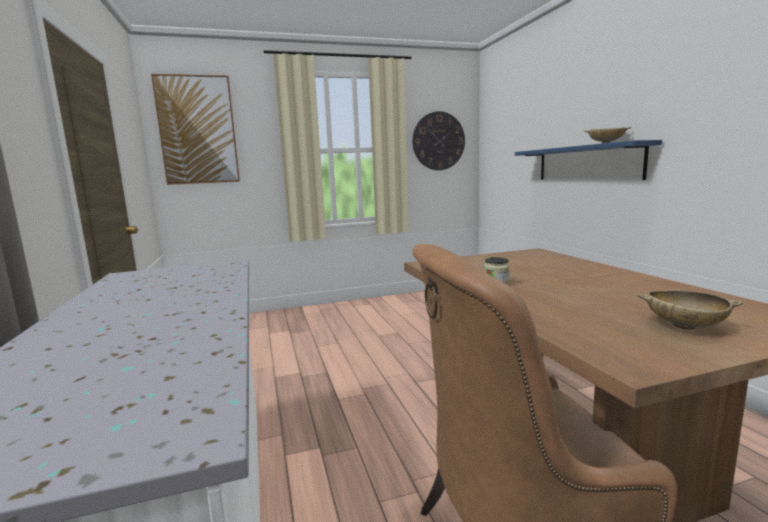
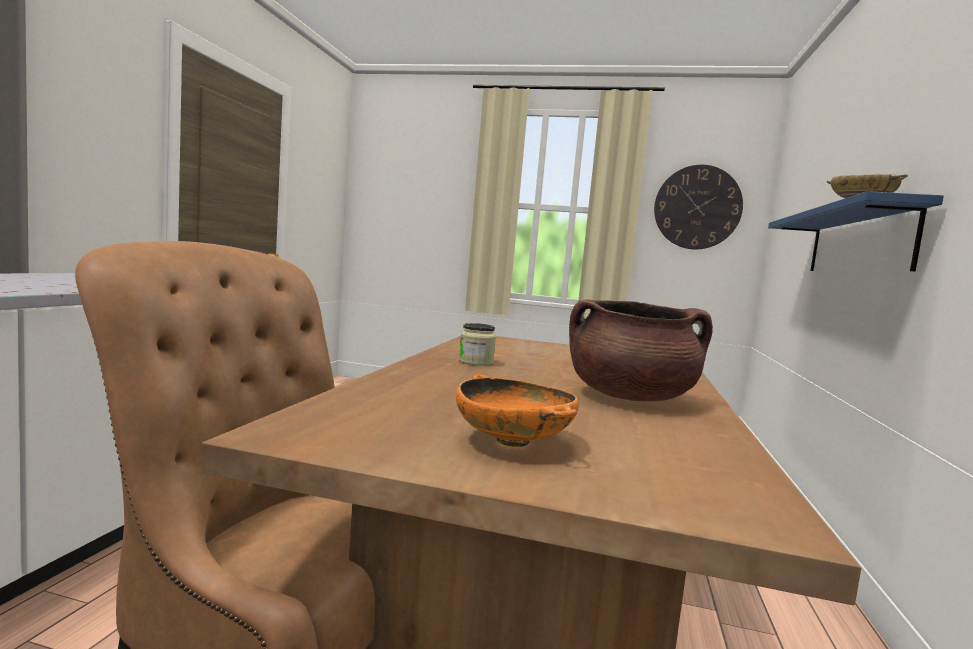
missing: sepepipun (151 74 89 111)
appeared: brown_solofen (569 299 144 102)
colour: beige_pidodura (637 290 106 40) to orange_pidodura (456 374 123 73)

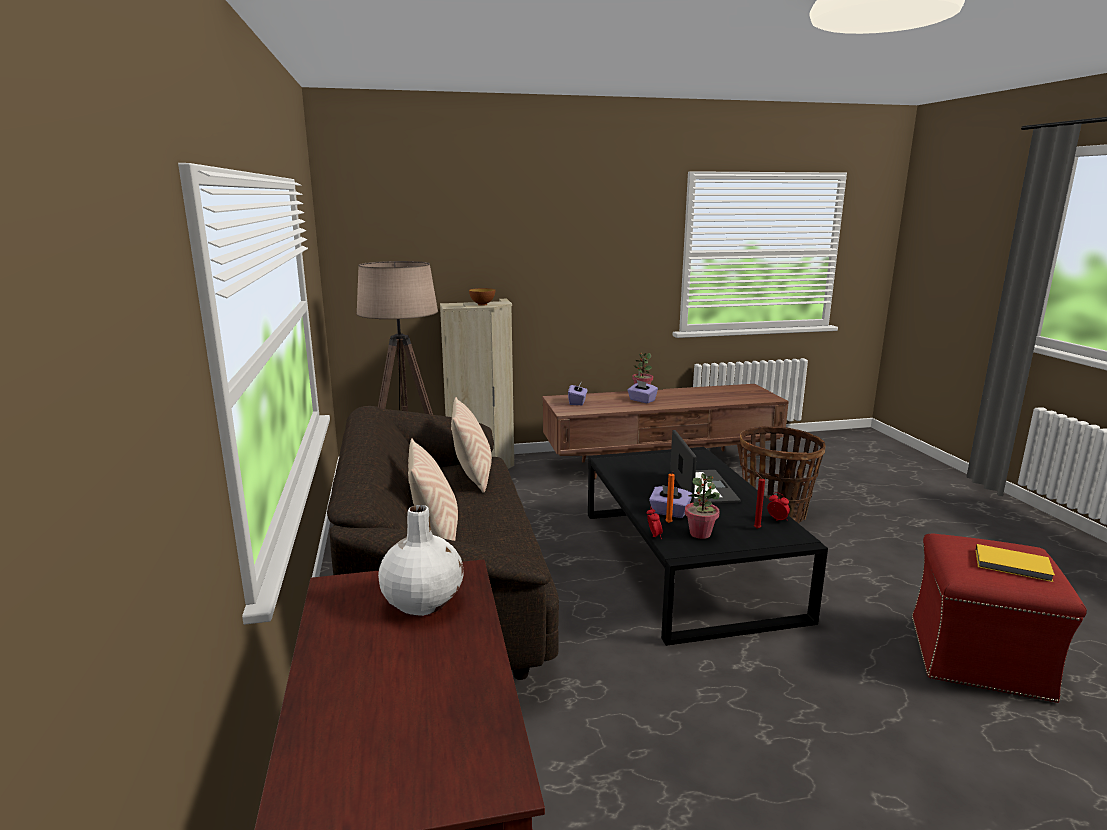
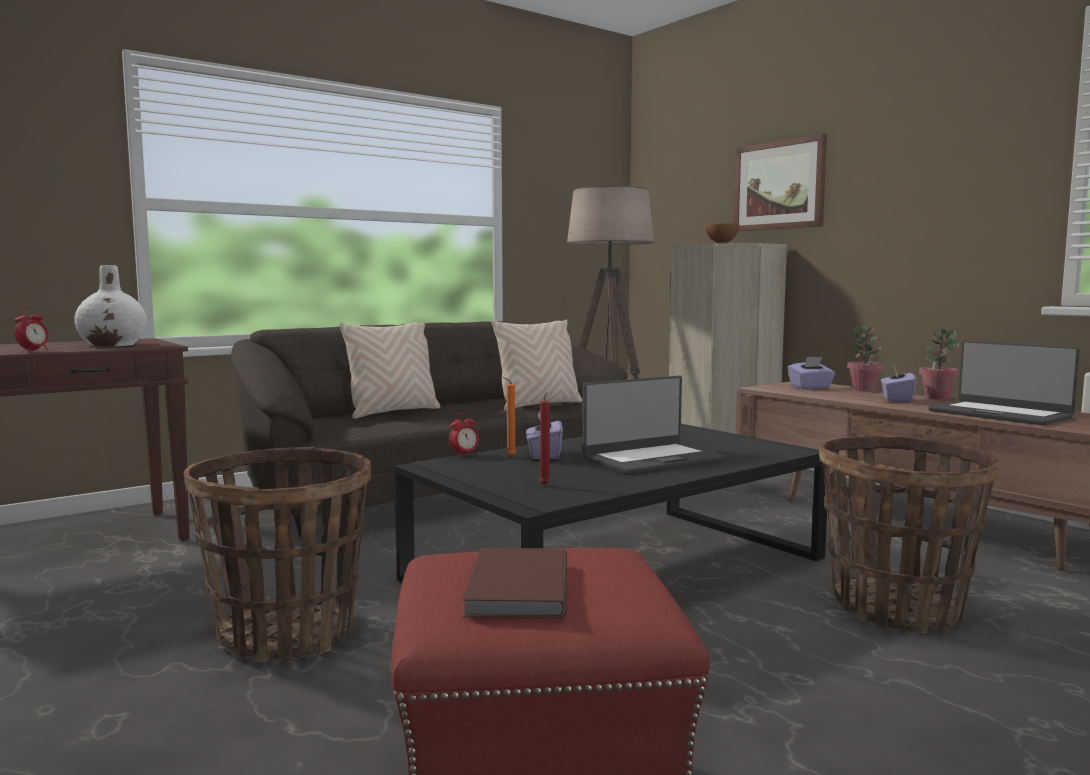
appeared: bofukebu (184 447 187 215); sepepipun (734 134 93 97); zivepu (929 340 151 86)
relocated: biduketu (685 473 35 66) to (847 325 37 67); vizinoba (767 492 23 29) to (14 308 35 44)
colour: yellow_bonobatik (975 544 80 38) to brown_bonobatik (463 548 104 71)

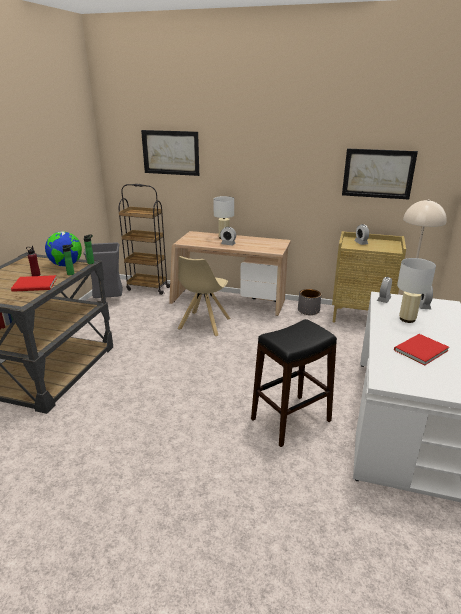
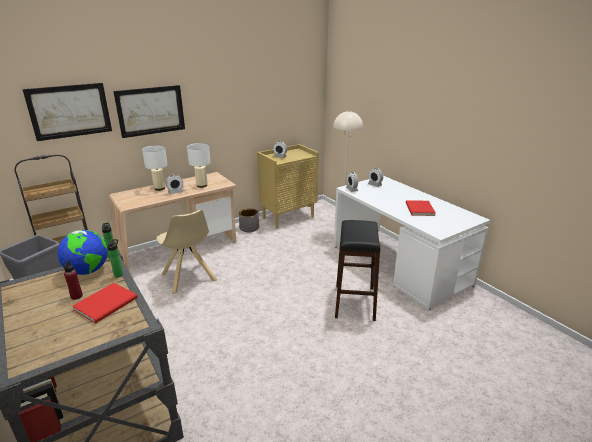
relocated: sepepipun (342 149 76 50) to (113 85 72 53); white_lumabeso (397 258 39 65) to (187 143 23 45)

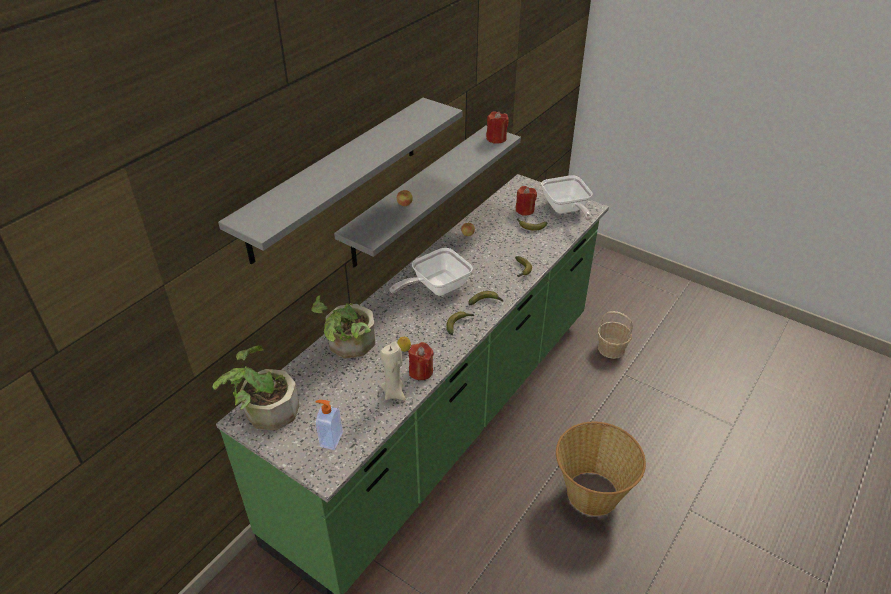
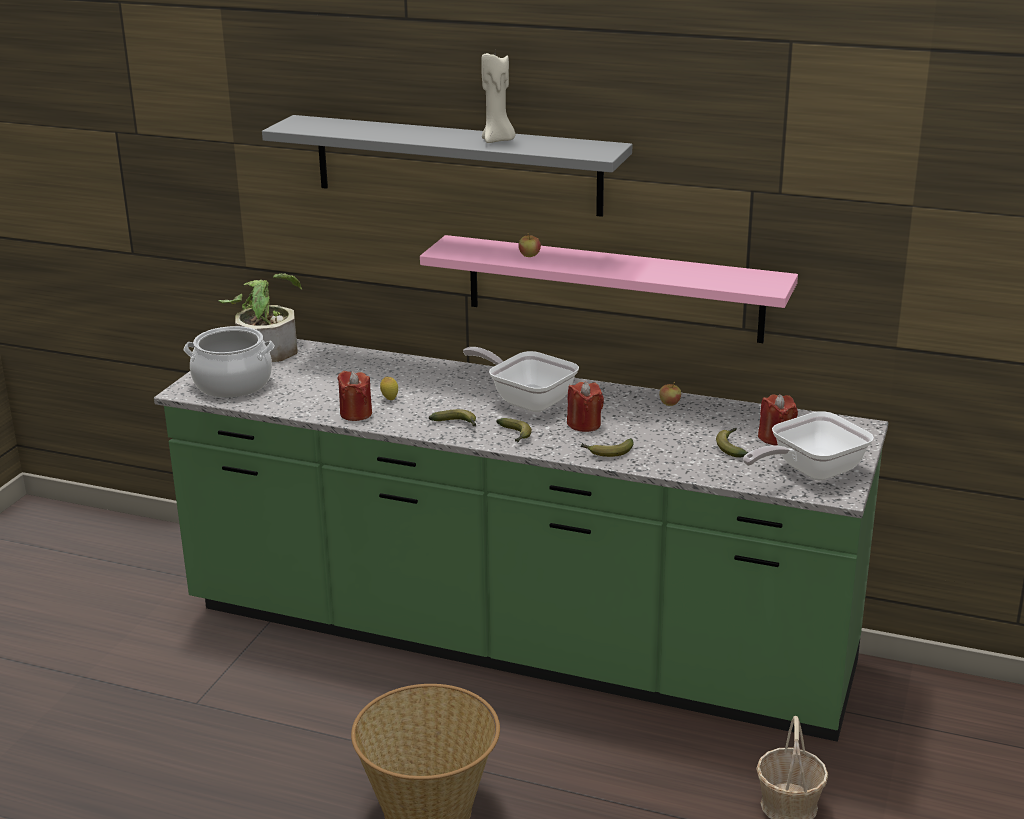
missing: biduketu (311 295 64 63)
relocated: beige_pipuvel (380 341 26 59) to (481 53 34 90); red_pipuvel (486 111 23 33) to (567 382 37 50)
exchanged: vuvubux (316 400 27 50) to solofen (183 326 92 72)
colour: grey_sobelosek (334 125 187 142) to pink_sobelosek (420 235 378 108)

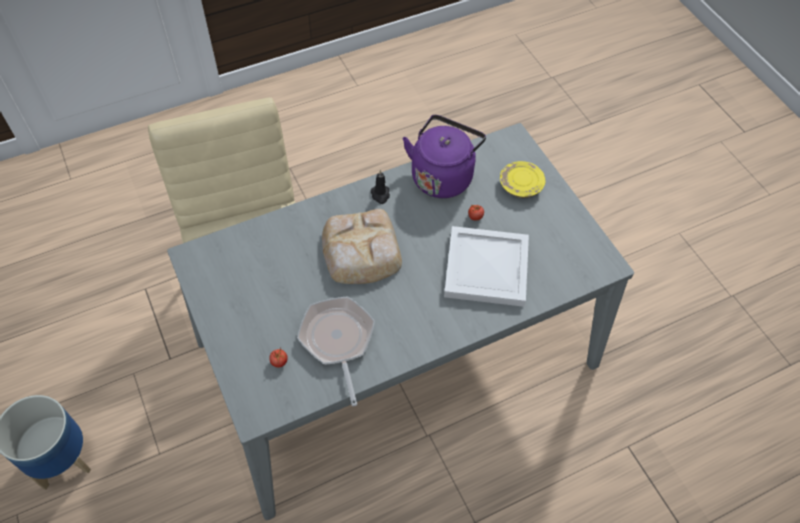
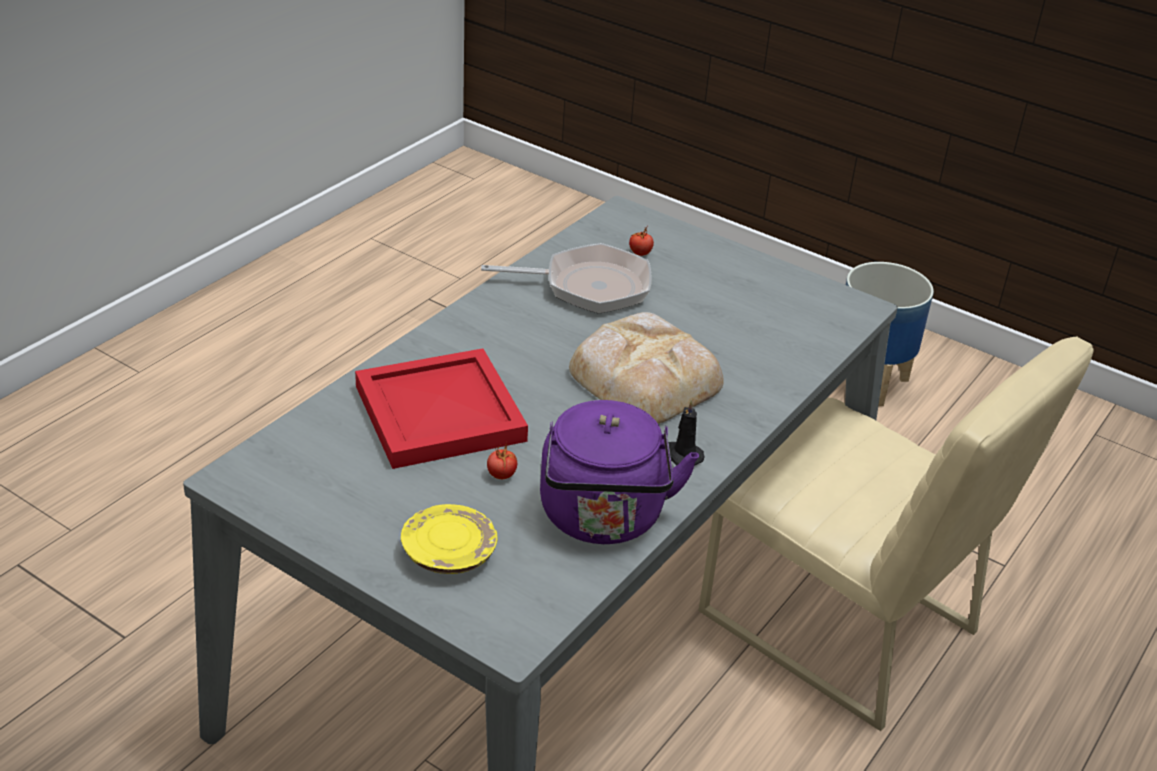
colour: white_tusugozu (444 226 85 81) to red_tusugozu (355 348 173 121)
spun: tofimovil (297 296 78 110) = (481 243 170 71) 45 degrees counterclockwise

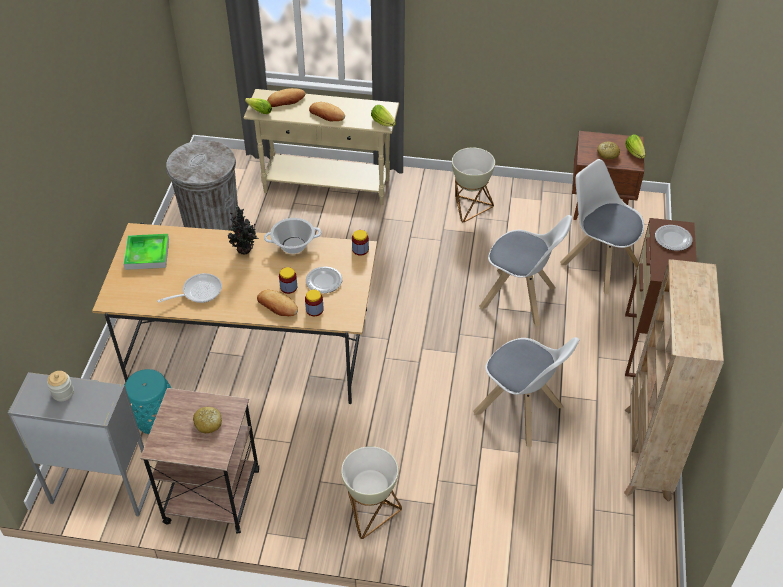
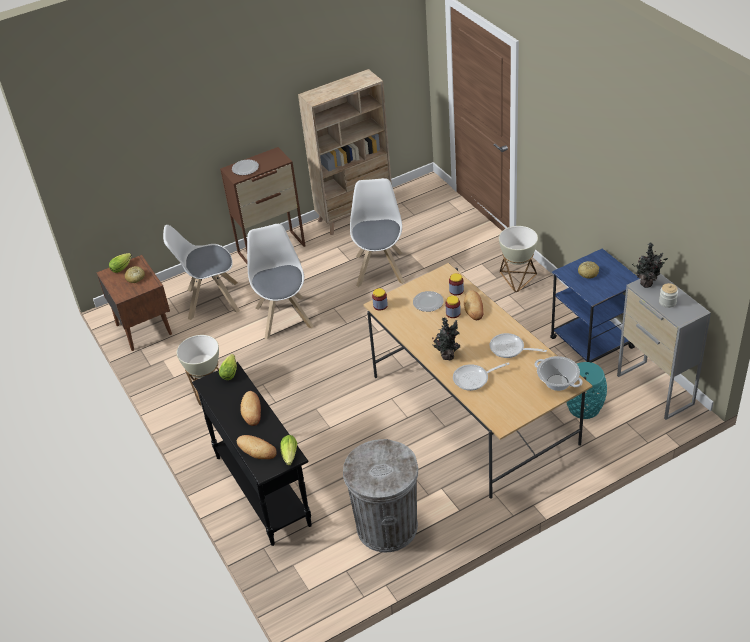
missing: tusugozu (123 234 46 36)
appeared: tofimovil (453 362 57 29); biduketu (632 242 36 46)
relocated: solofen (264 218 57 36) to (534 356 49 35)
colour: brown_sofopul (140 388 119 146) to blue_sofopul (550 248 90 115); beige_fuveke (243 89 156 117) to black_fuveke (192 362 120 184)
spun: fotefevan (560 159 84 135) = (163 225 77 95) 75 degrees clockwise

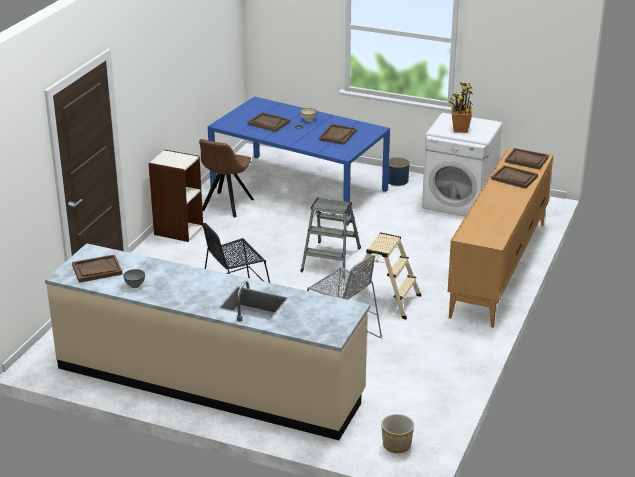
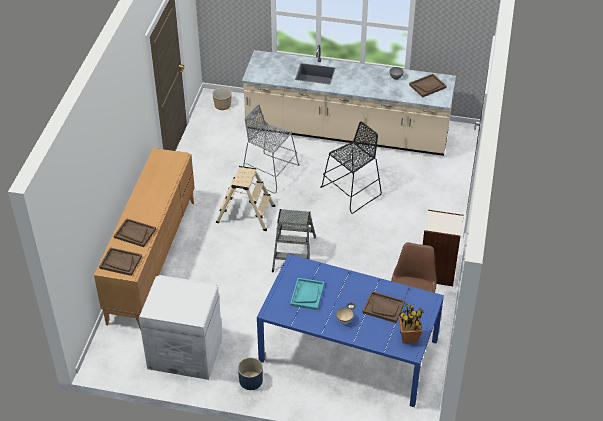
relocated: biduketu (449 83 23 50) to (399 304 25 39)
colour: brown_tusugozu (319 124 38 21) to turquoise_tusugozu (290 278 35 32)

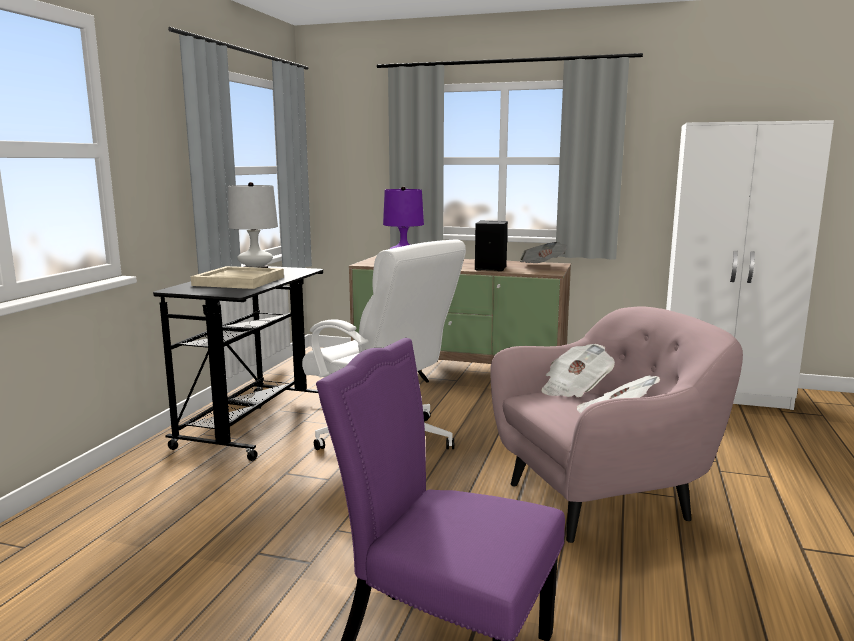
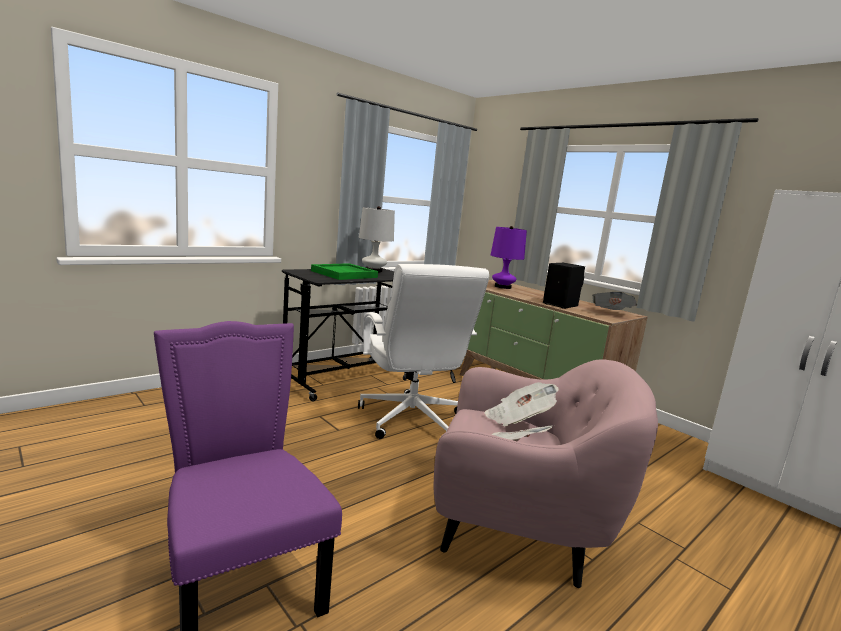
colour: beige_tusugozu (191 266 93 23) to green_tusugozu (311 263 67 17)

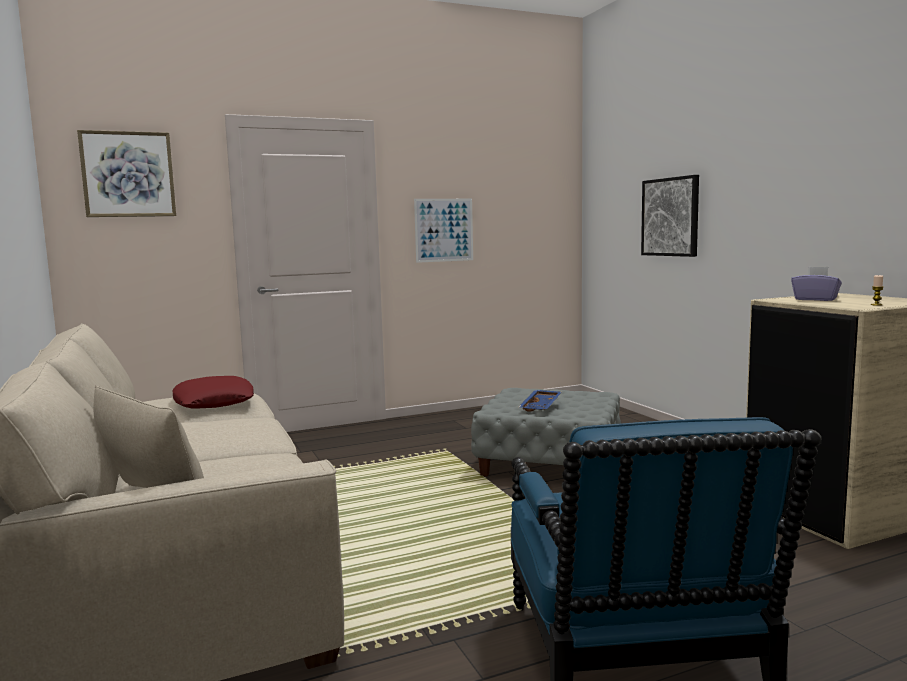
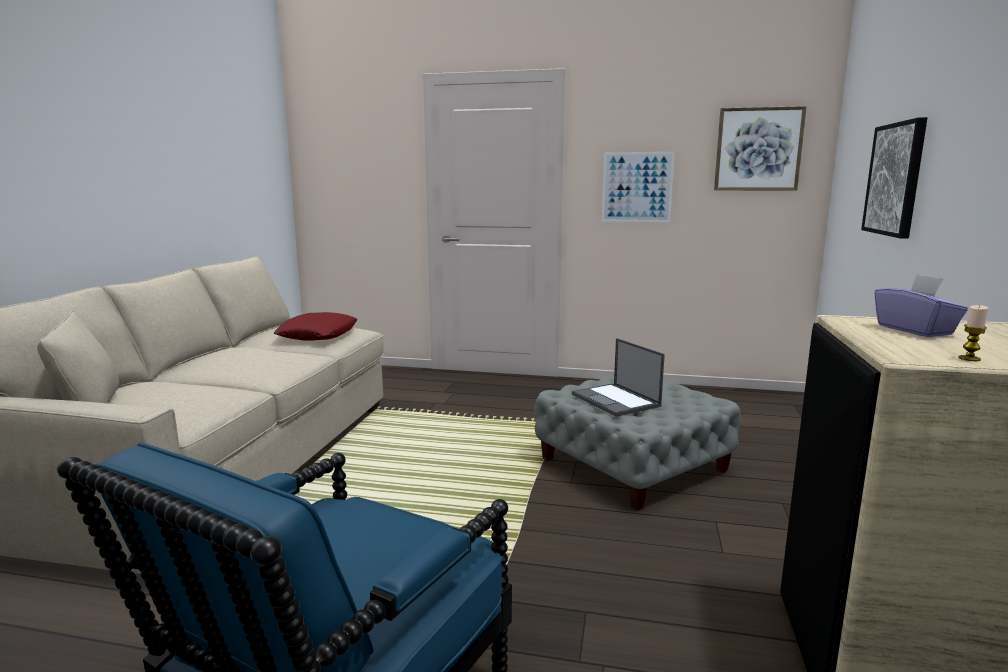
relocated: sepepipun (77 130 99 87) to (714 106 93 85)
exchanged: blue_tusugozu (519 390 42 22) to zivepu (572 338 93 79)

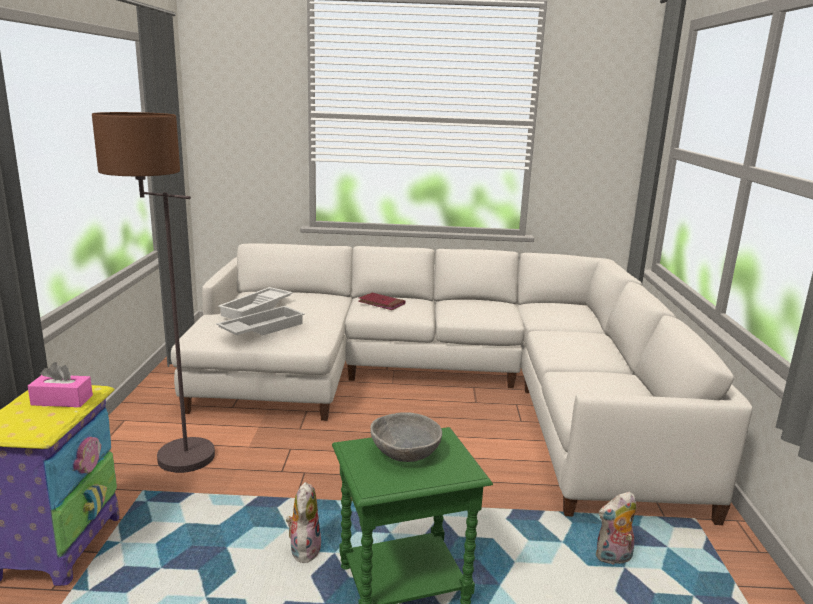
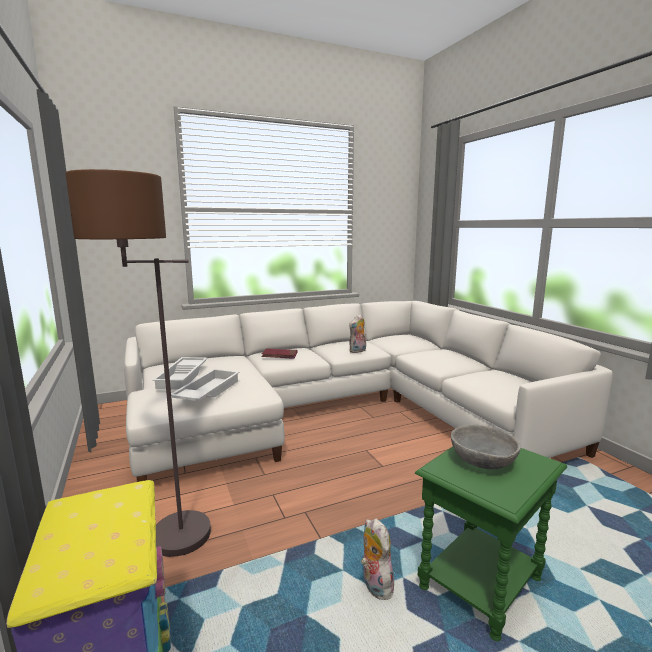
missing: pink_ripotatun (28 362 65 45)
relocated: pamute (596 491 40 73) to (349 314 17 39)

